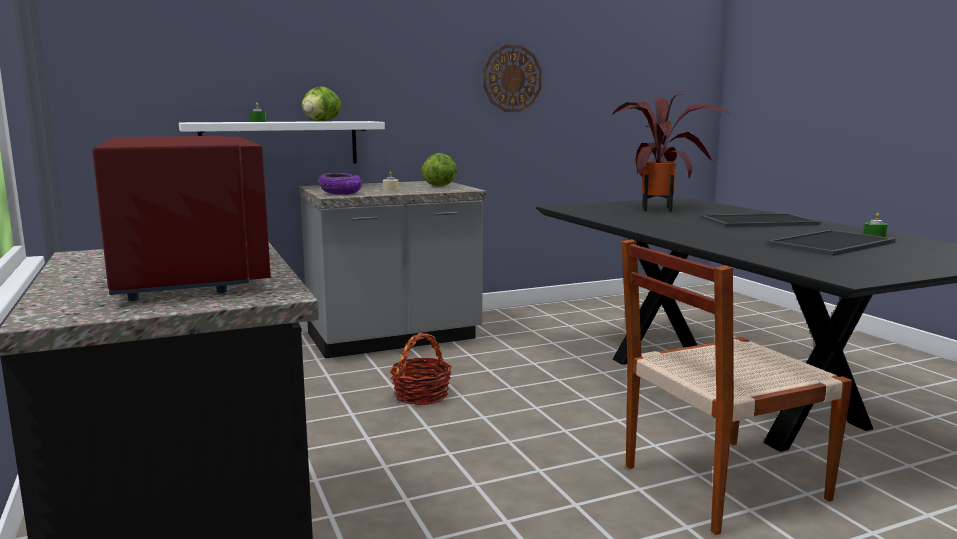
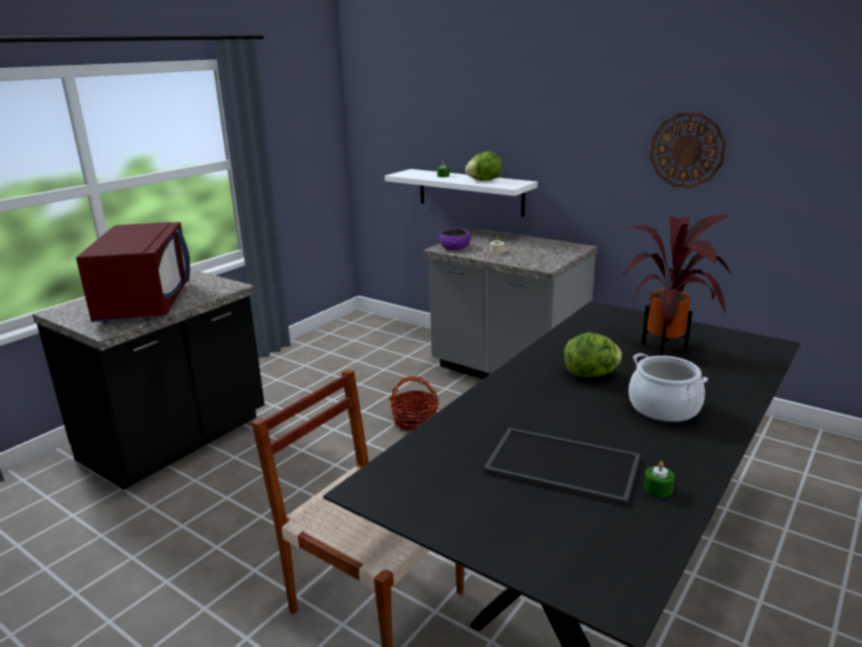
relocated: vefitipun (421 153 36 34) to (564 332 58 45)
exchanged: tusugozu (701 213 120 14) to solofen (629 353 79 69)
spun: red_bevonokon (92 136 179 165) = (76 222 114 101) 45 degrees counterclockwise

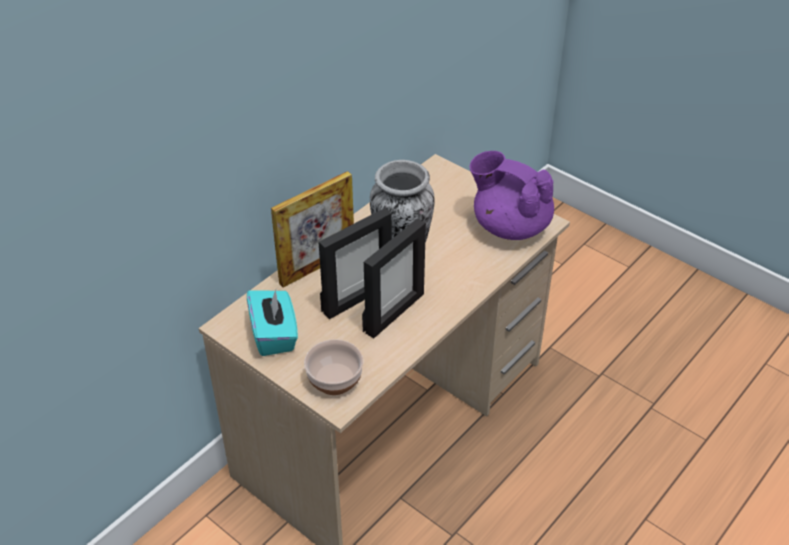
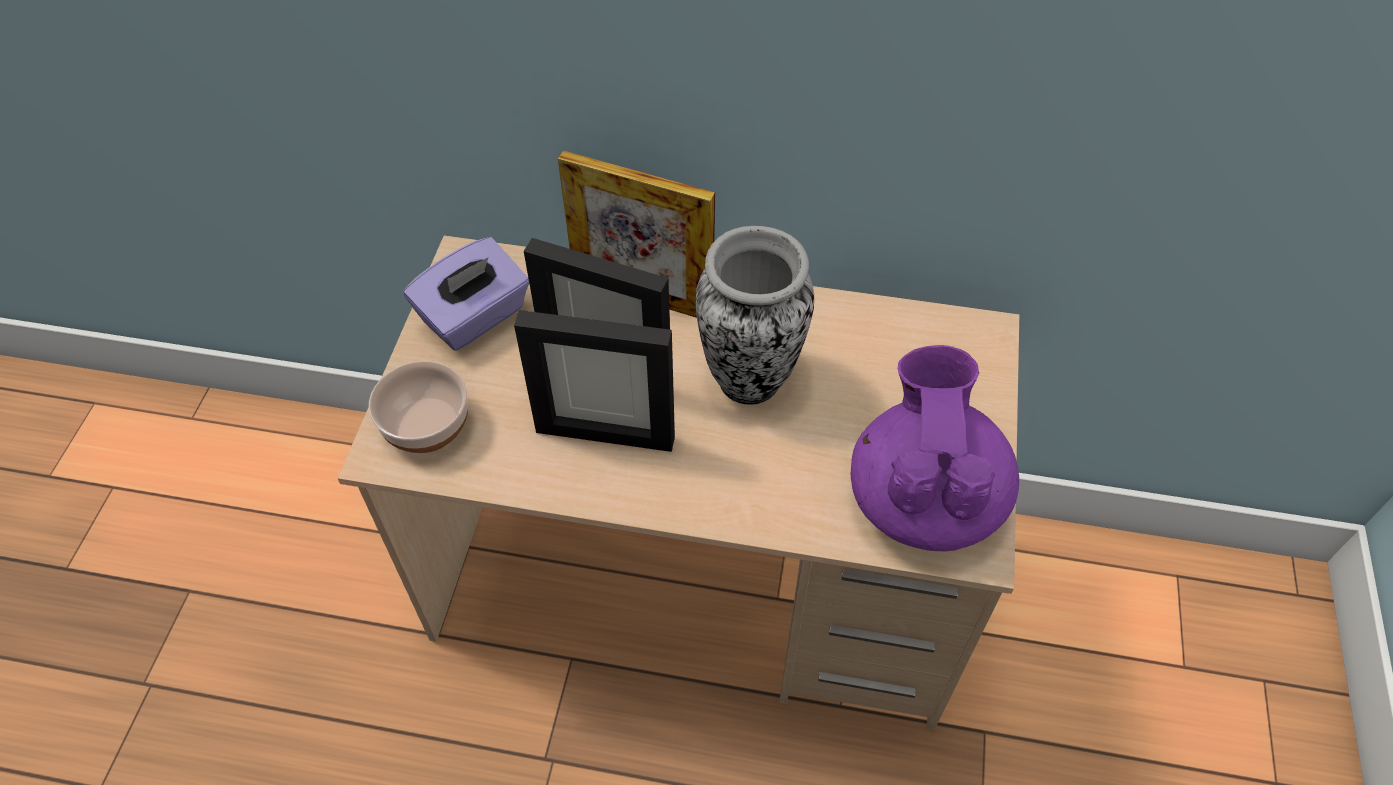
colour: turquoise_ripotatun (247 290 51 66) to purple_ripotatun (404 237 125 114)

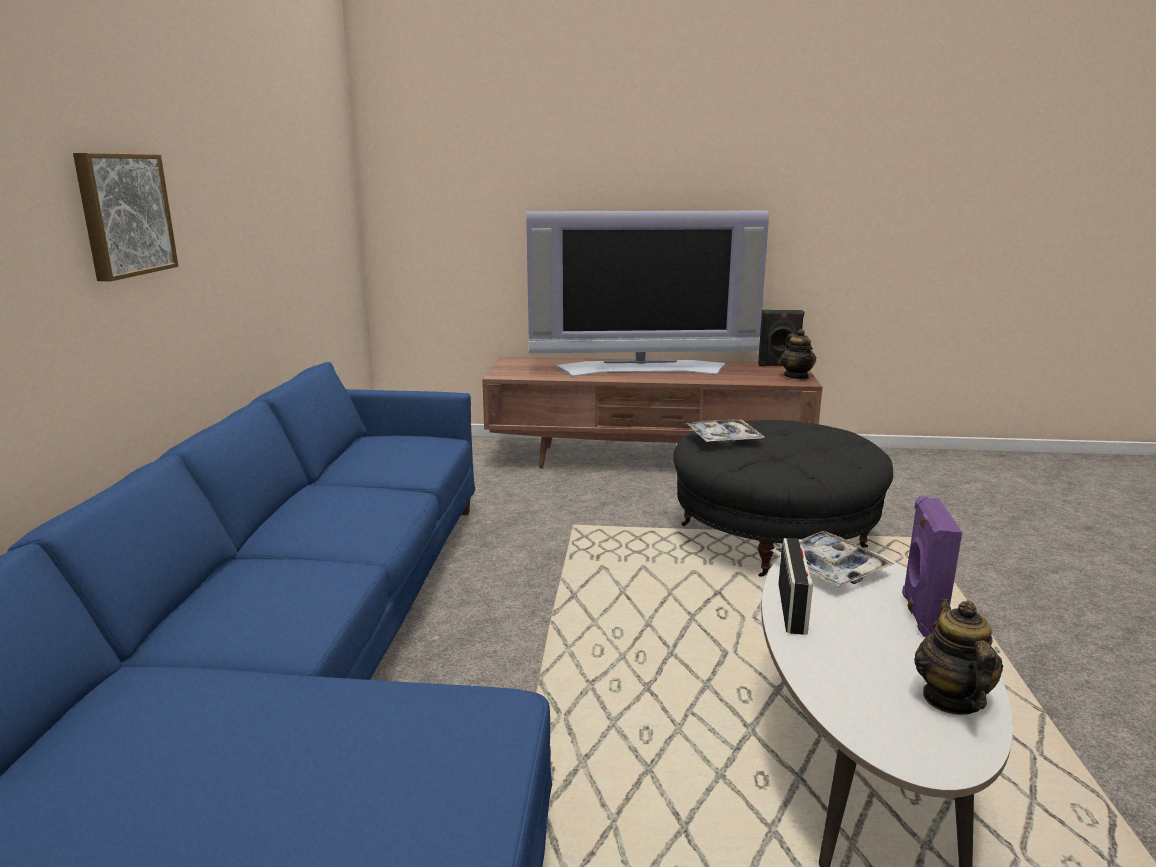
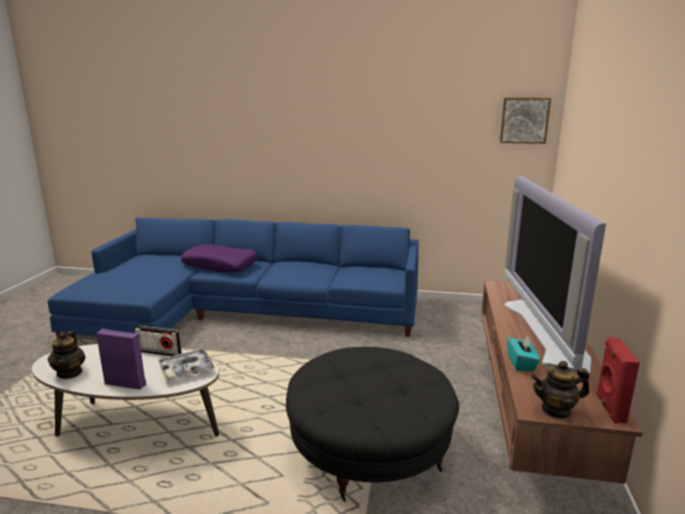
missing: tusugozu (687 419 78 24)
appeared: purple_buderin (181 244 76 28); turquoise_ripotatun (507 335 33 36)
relocated: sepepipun (73 153 105 128) to (500 98 51 46)
colour: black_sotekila (758 310 46 56) to red_sotekila (596 337 44 87)
spun: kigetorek (914 599 89 116) = (48 331 38 48) 75 degrees clockwise

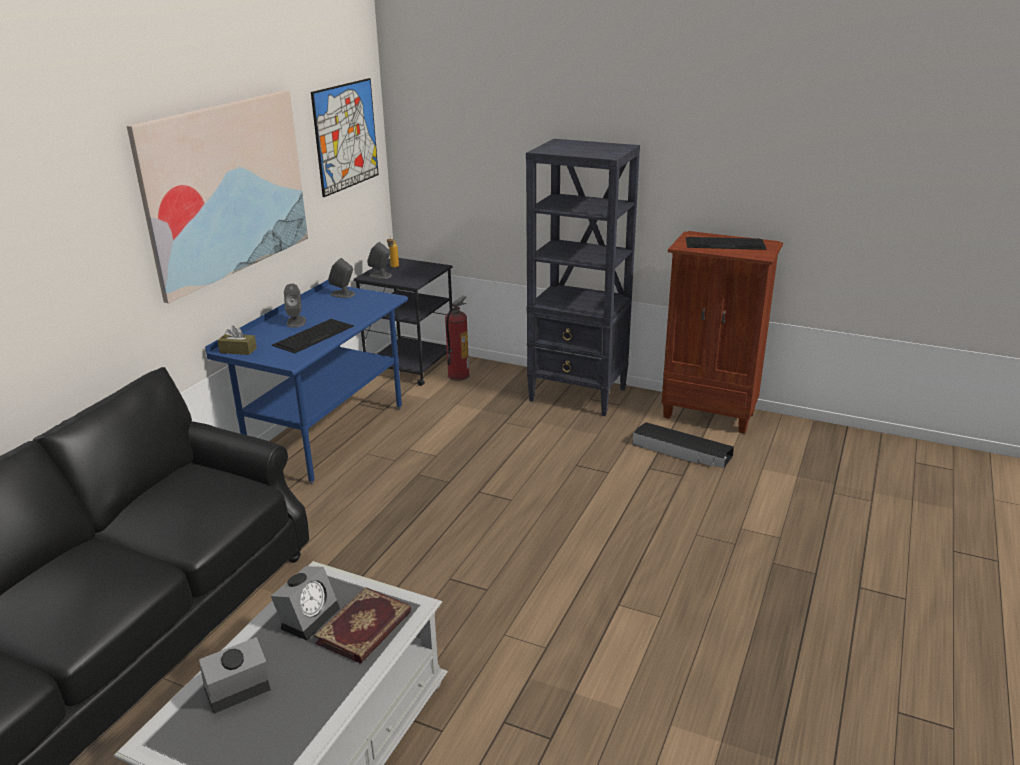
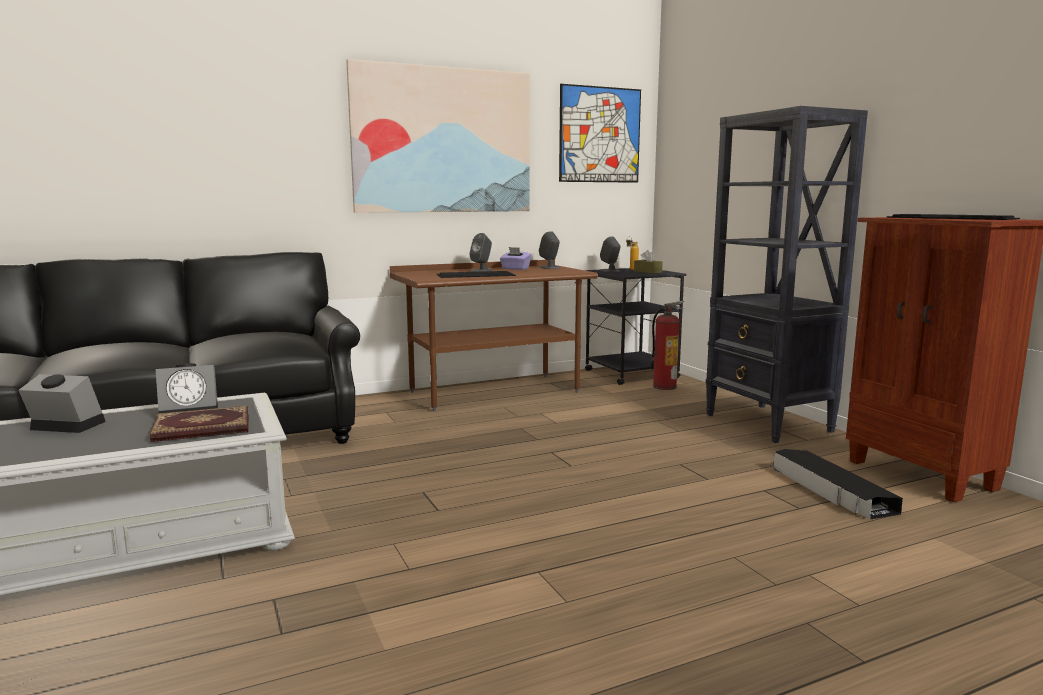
appeared: purple_ripotatun (500 247 31 23)
relocated: brown_ripotatun (217 326 40 29) to (634 250 28 24)
colour: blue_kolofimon (205 280 203 205) to brown_kolofimon (390 259 208 152)

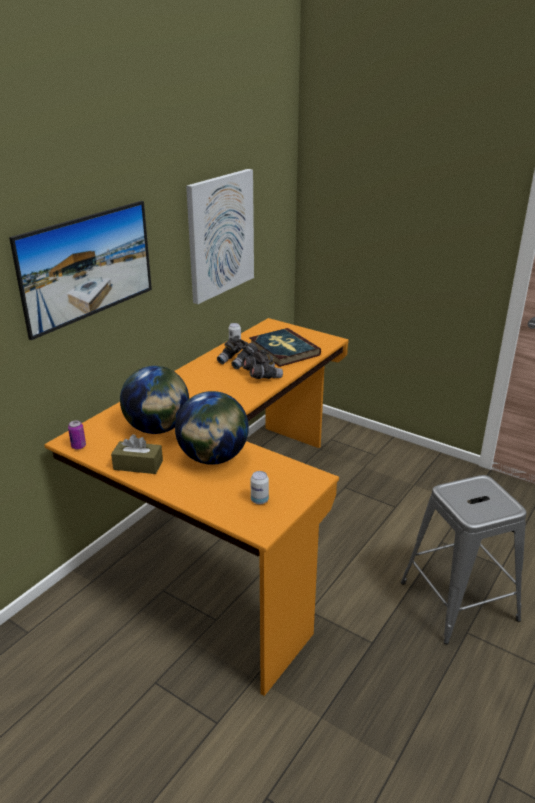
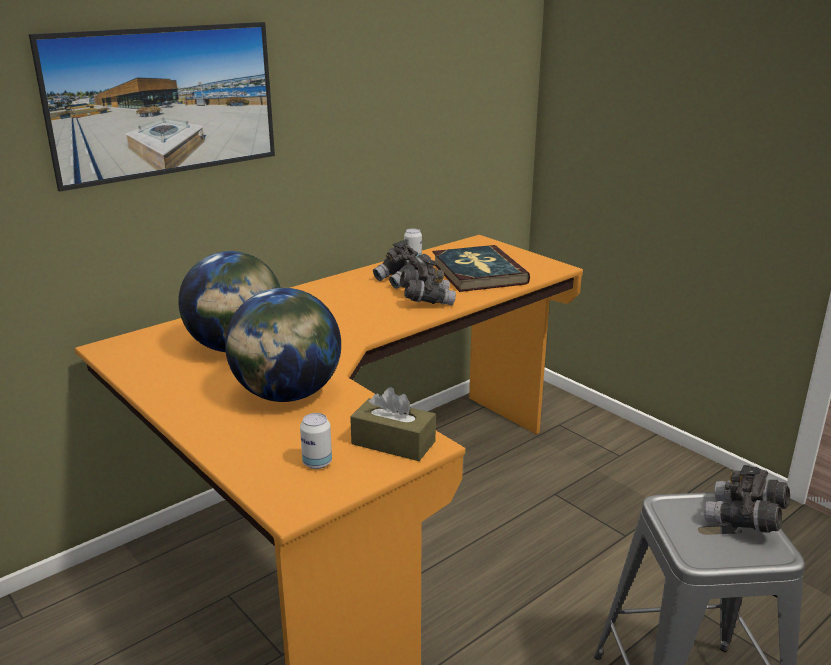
missing: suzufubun (68 420 18 30); sepepipun (186 169 68 135)
appeared: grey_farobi (704 465 86 68)
relocated: brown_ripotatun (111 434 52 40) to (350 387 86 74)

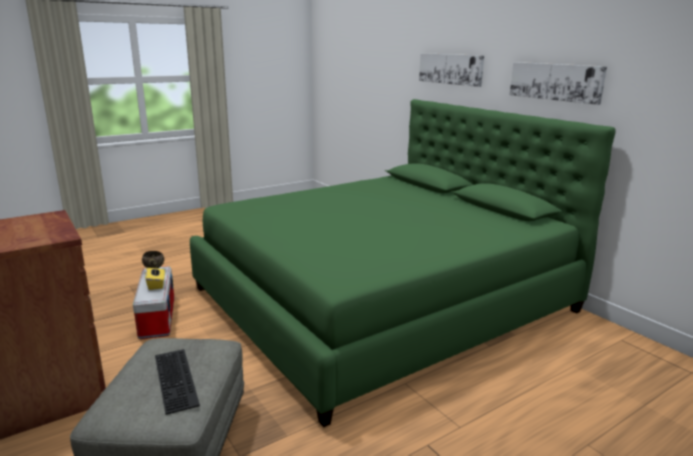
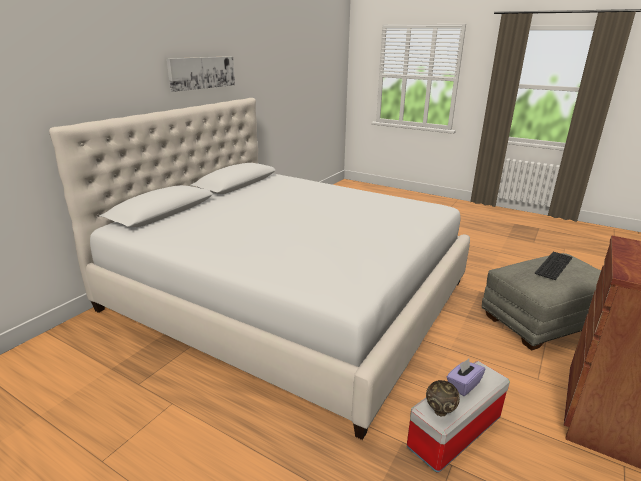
missing: sepepipun (419 53 65 34)
colour: yellow_ripotatun (145 264 20 26) to purple_ripotatun (447 359 38 37); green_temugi (190 99 426 328) to white_temugi (49 98 421 342)

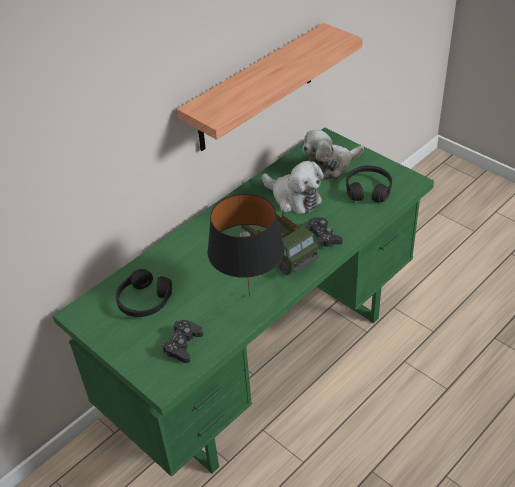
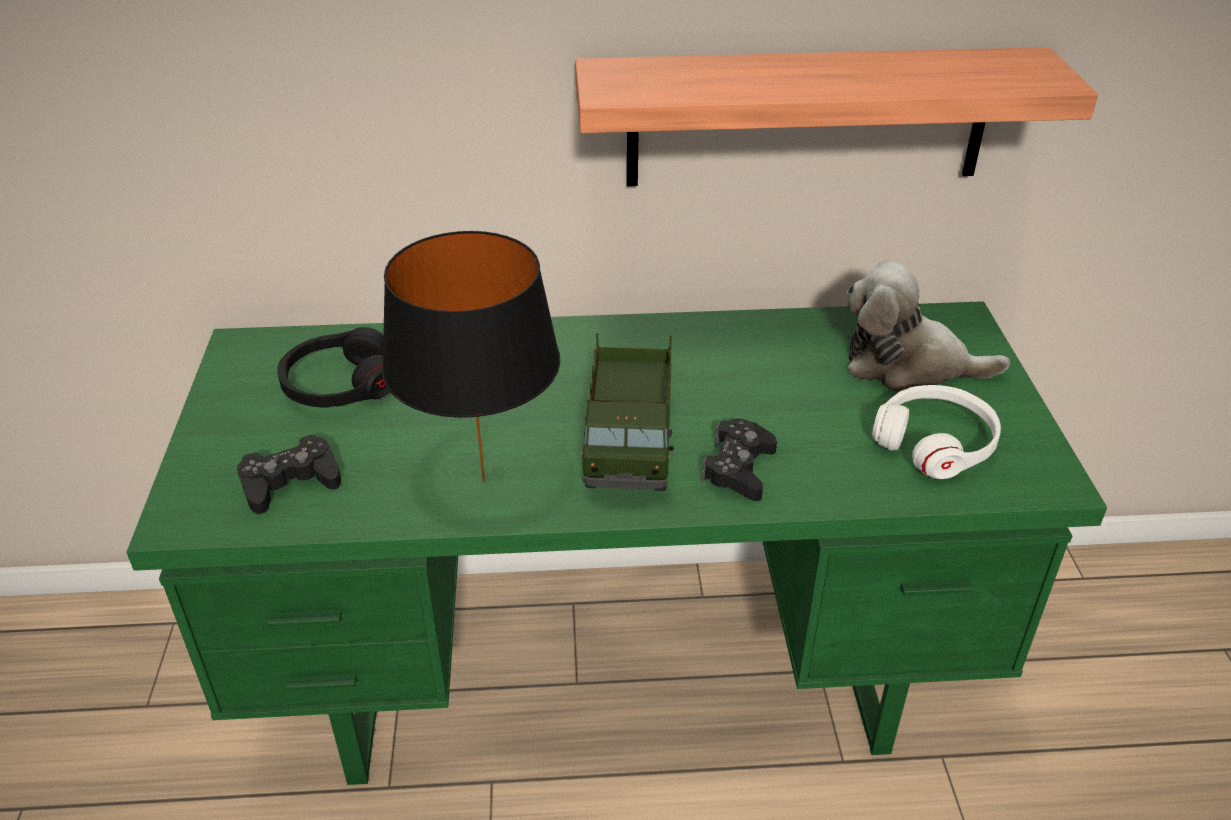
missing: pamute (262 161 62 53)
colour: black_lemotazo (346 165 46 37) to white_lemotazo (872 385 129 94)

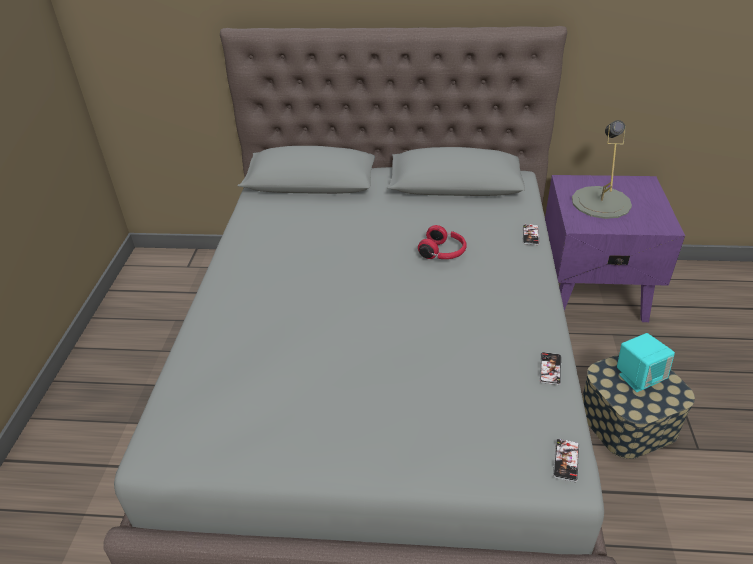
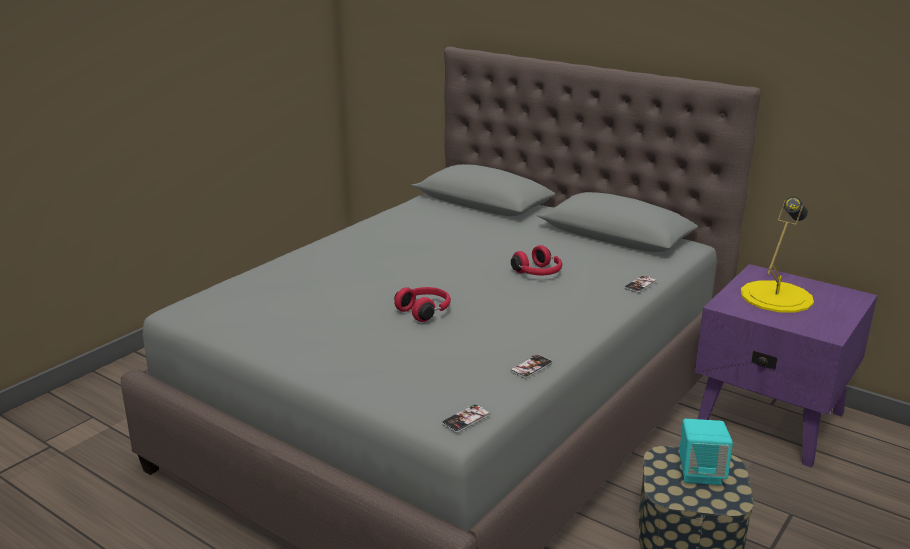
appeared: red_lemotazo (394 287 57 35)
colour: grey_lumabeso (572 120 60 99) to yellow_lumabeso (741 196 73 117)

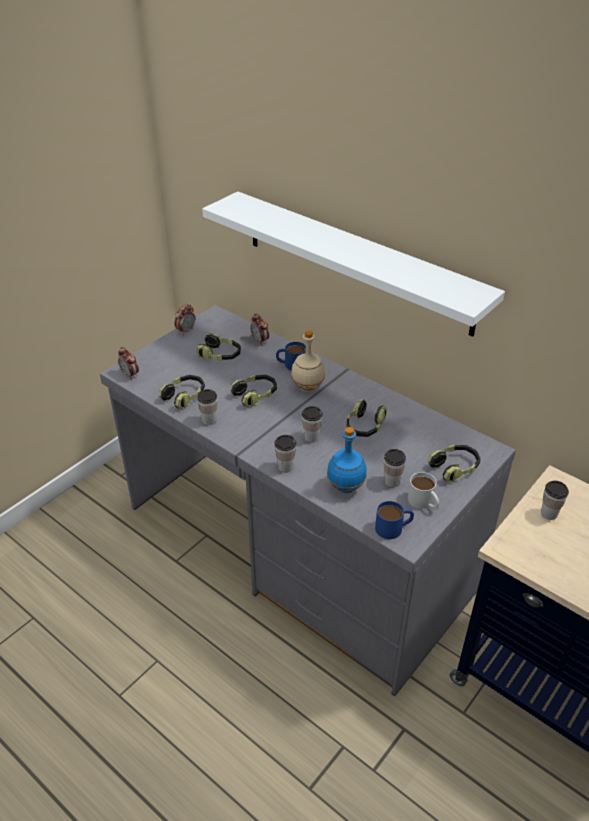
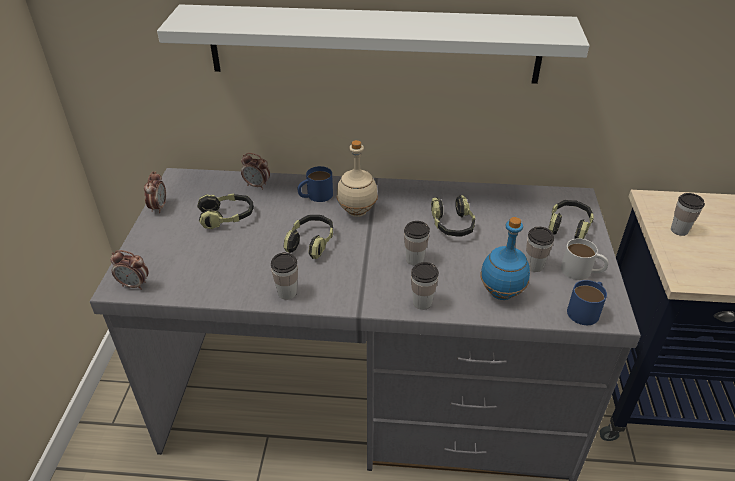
missing: lemotazo (159 375 46 34)

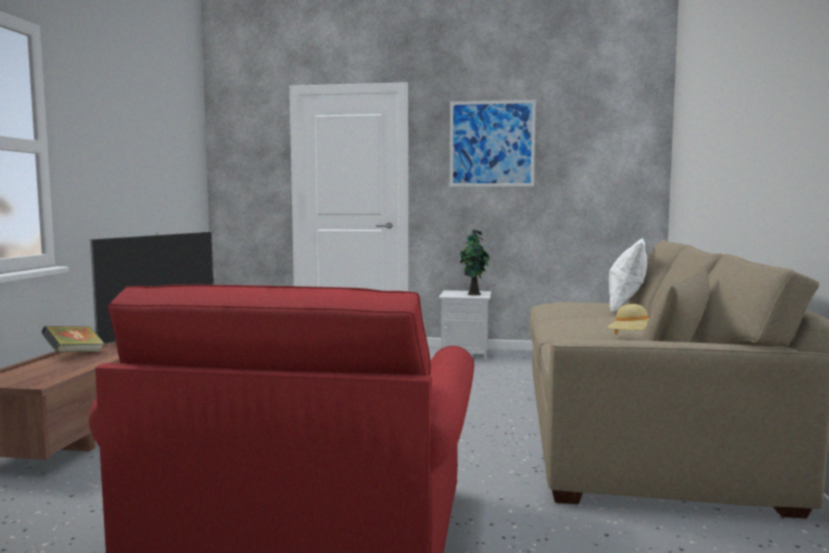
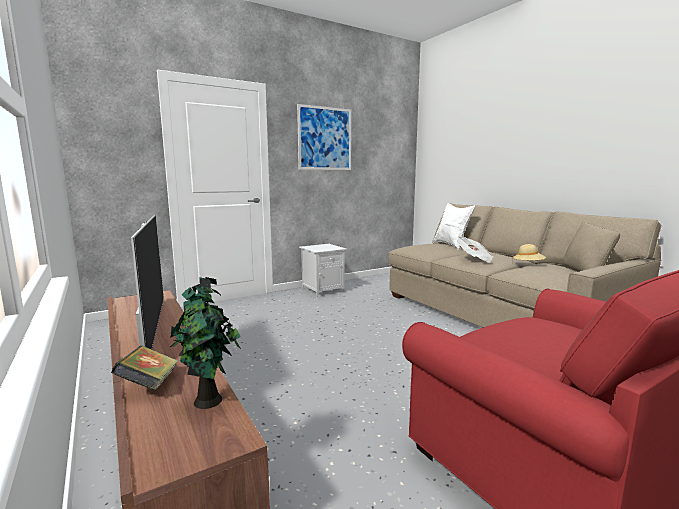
appeared: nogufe (457 236 37 27)
relocated: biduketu (460 229 30 66) to (170 277 71 132)

